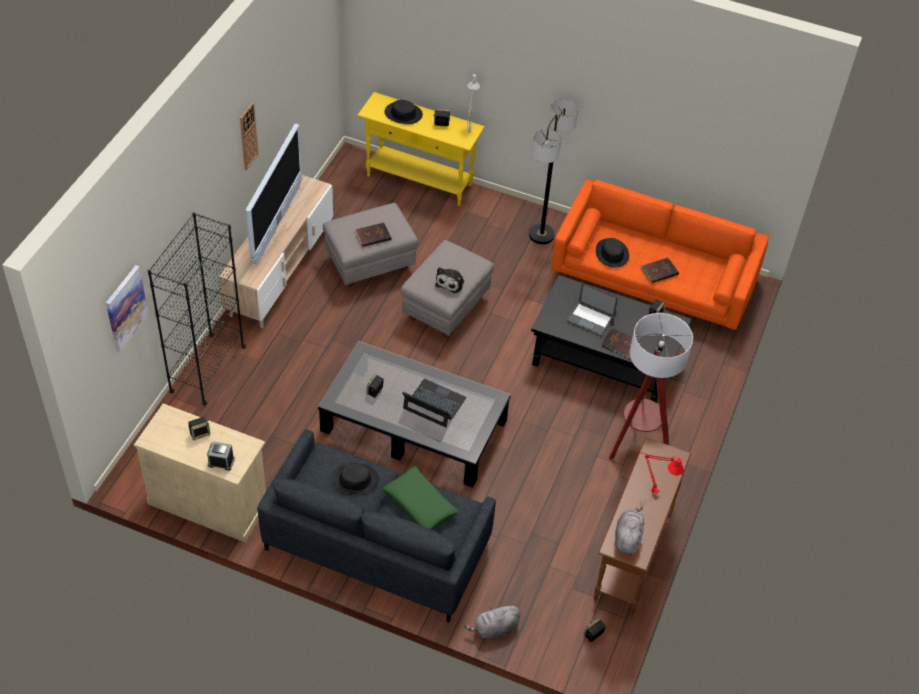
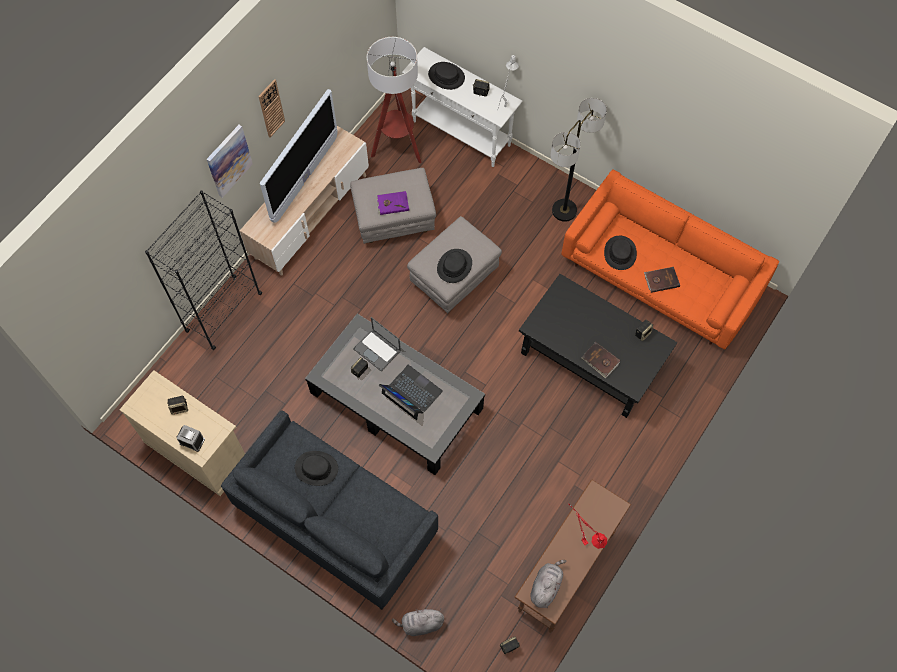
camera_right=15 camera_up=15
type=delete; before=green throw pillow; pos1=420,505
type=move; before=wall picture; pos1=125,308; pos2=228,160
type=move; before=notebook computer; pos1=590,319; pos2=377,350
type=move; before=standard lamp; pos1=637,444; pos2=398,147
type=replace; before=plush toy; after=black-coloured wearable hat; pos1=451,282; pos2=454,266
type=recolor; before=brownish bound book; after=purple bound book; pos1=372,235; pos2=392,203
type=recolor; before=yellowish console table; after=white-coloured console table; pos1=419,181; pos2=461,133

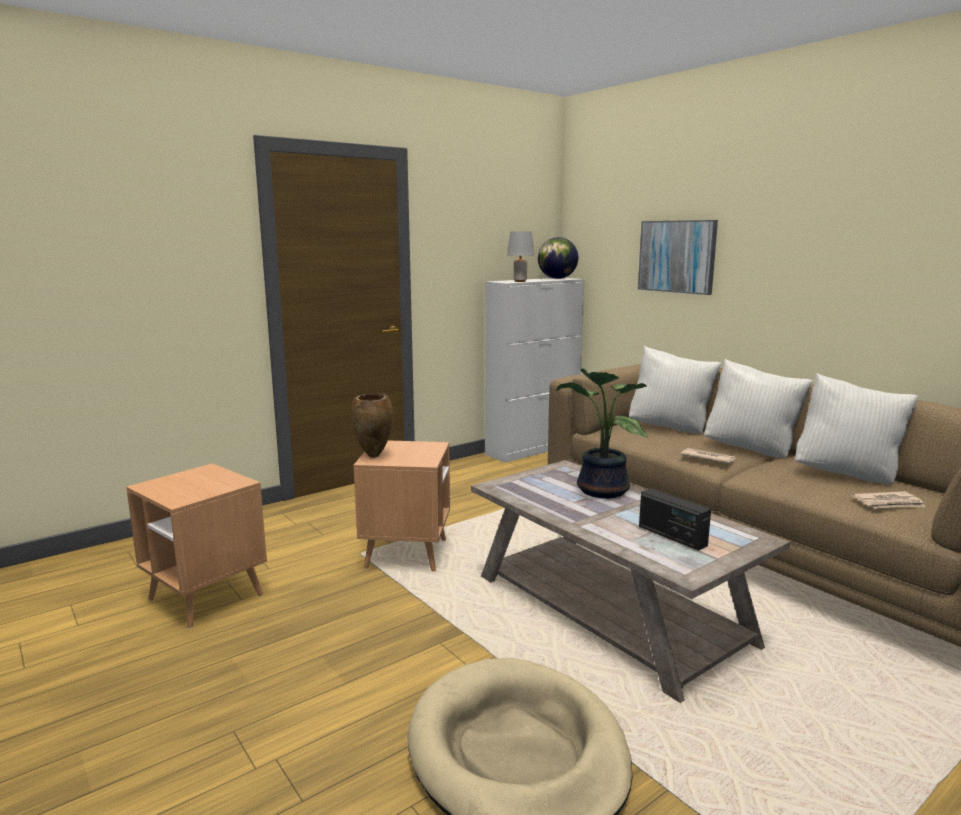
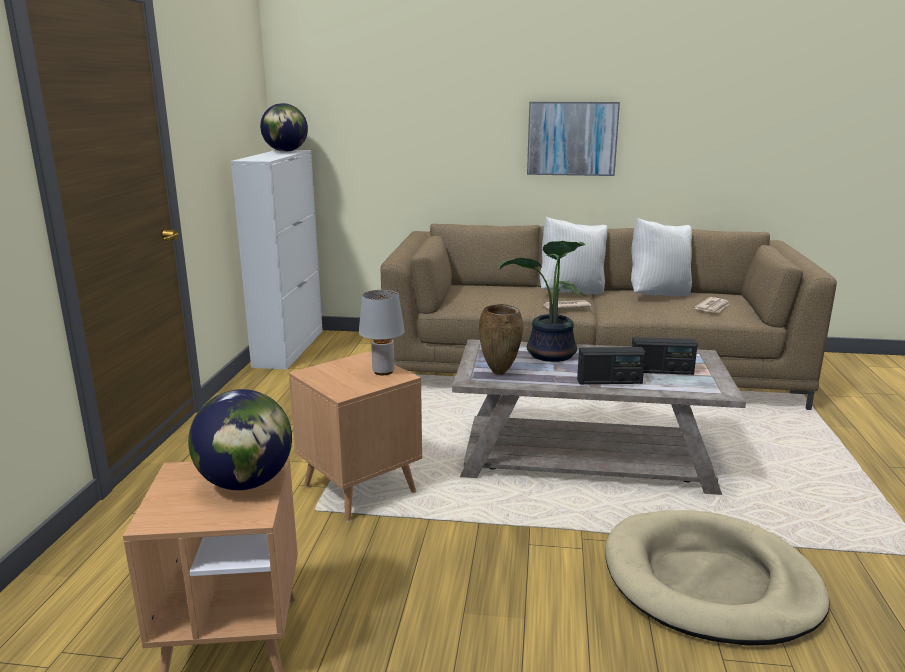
camera_right=-45 camera_up=5
type=delete; before=white-coloured throw pillow; pos1=670,428
type=insert; after=desk globe; pos2=246,483
type=insert; after=radio; pos2=609,381
type=move; before=brownish decorative vase; pos1=374,456; pos2=500,373
type=move; before=grey tabletop lamp; pos1=519,281; pos2=383,372
type=move; before=wall picture; pos1=677,256; pos2=572,138

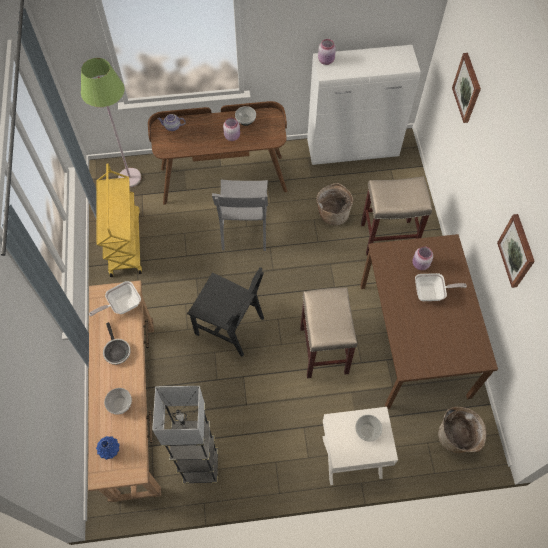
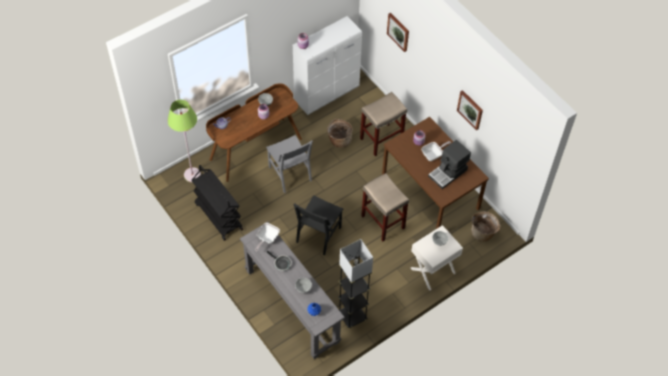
camera_right=-30 camera_up=-5
type=insert; after=coffee maker; pos2=448,173
type=recolor; before=brownish console table; after=grey console table; pos1=134,407; pos2=292,305
type=recolor; before=yellowish trolley; after=black-coloured trolley; pos1=124,242; pos2=218,216
type=rotate; before=black-coloured upright chair; pos1=229,326; pos2=318,234; turn=120

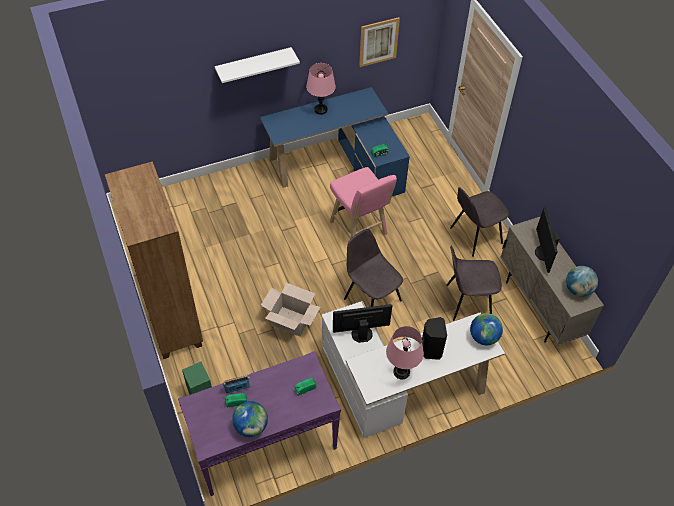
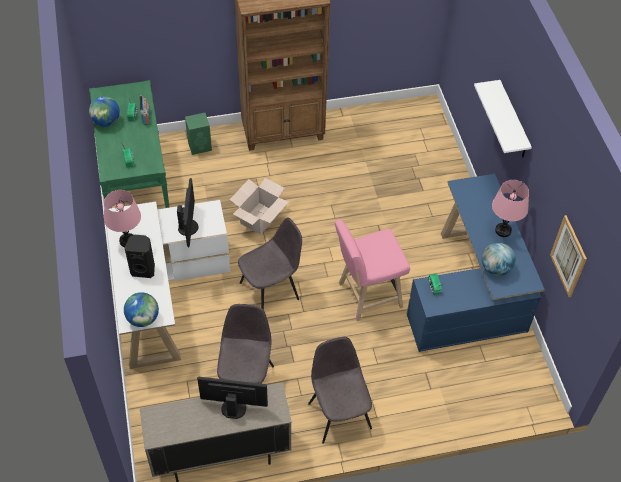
camera_right=100 camera_up=0
type=move; before=desk globe; pos1=577,290; pos2=495,268
type=recolor; before=purple console table; after=green console table; pos1=264,445; pos2=136,184

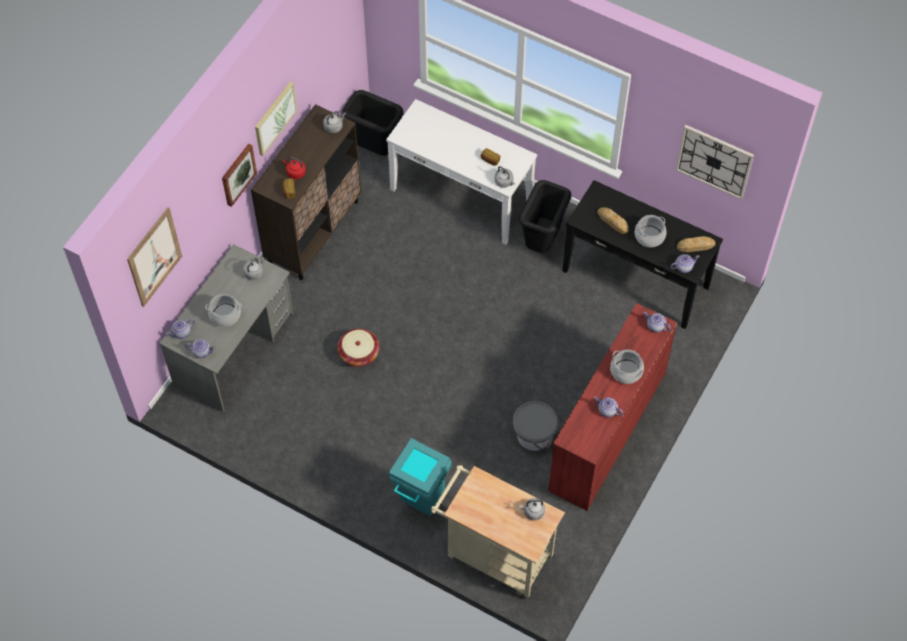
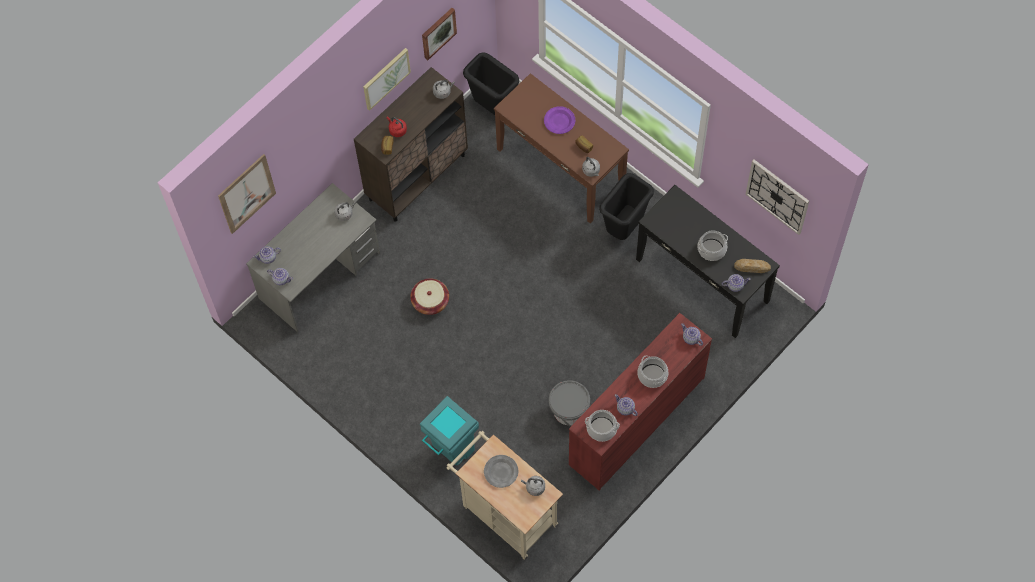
camera_right=15 camera_up=5
type=delete; before=bread; pos1=612,221
type=insert; after=grey dinner plate; pos2=500,472
type=insert; after=purple dinner plate; pos2=559,121
type=move; before=cooking pot; pos1=225,315; pos2=601,428
type=move; before=wall picture; pos1=237,174; pos2=438,32
type=recolor; before=white-coloured console table; after=brownish console table; pos1=461,196; pos2=561,168

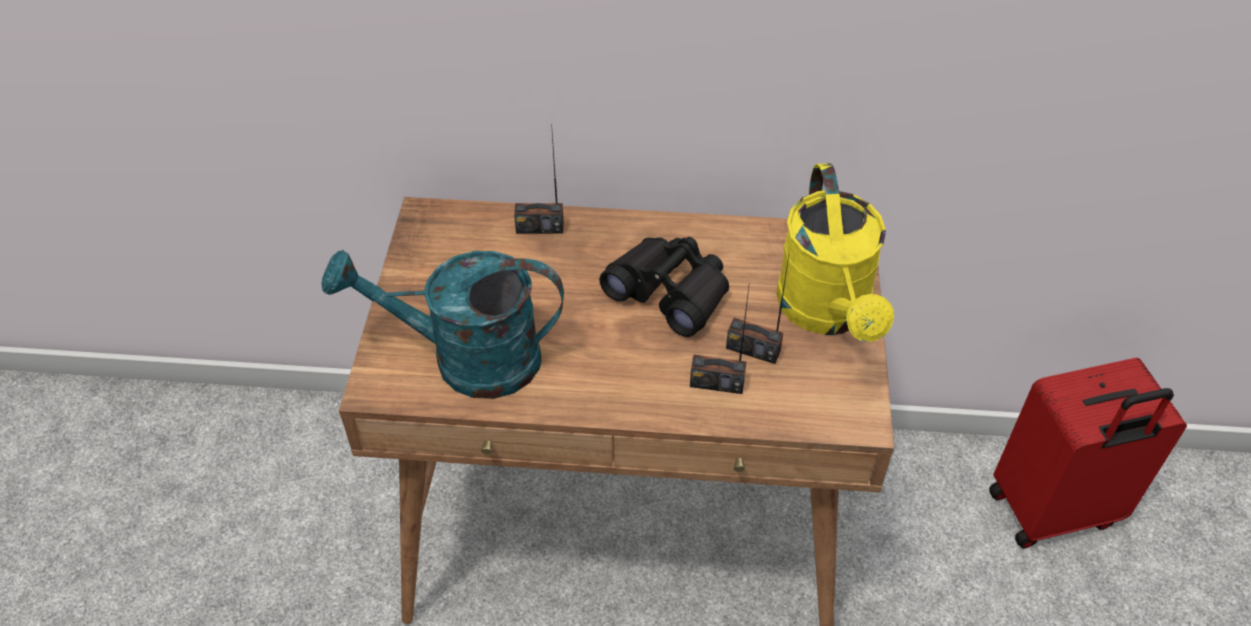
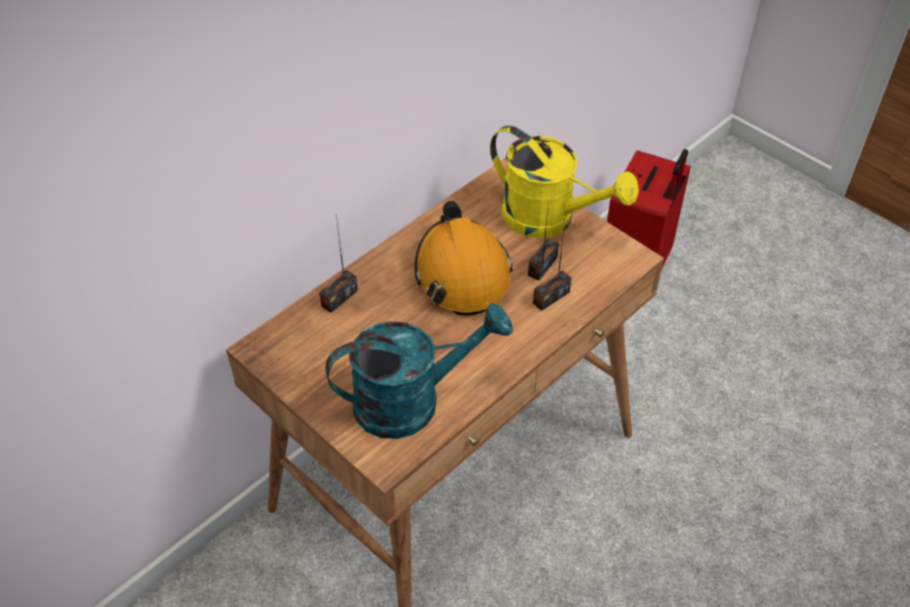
camera_right=-50 camera_up=0
type=replace; before=black-coloured pair of binoculars; after=orangey safety helmet; pos1=670,292; pos2=462,273
type=rotate; before=turquoise-coloured watering pot; pos1=467,359; pos2=412,400; turn=-150
type=rotate; before=radio; pos1=753,349; pos2=543,266; turn=150

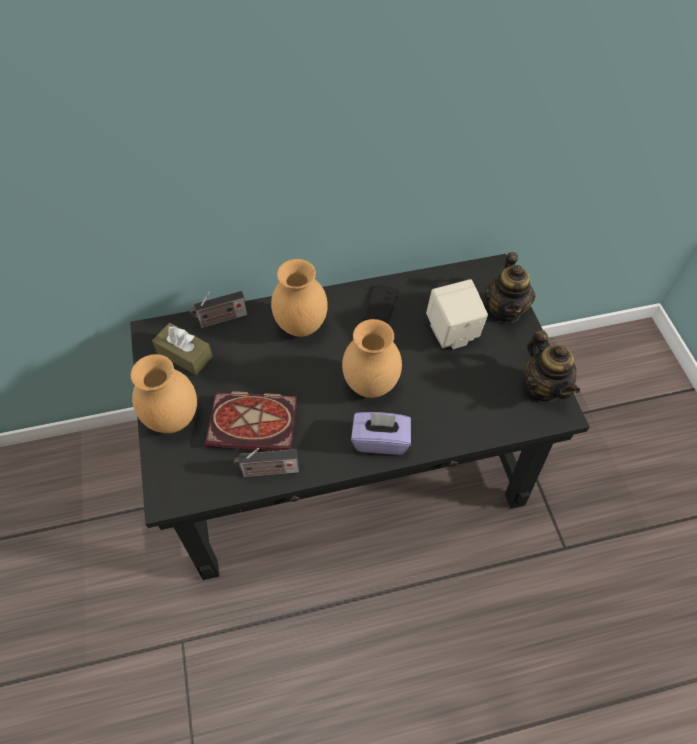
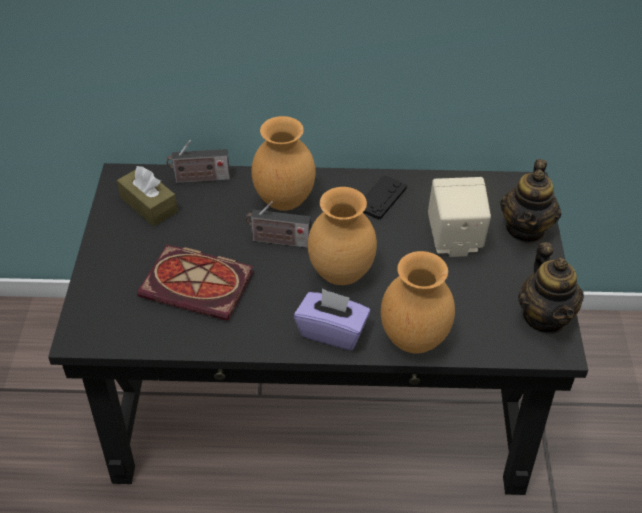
camera_right=15 camera_up=-10
type=move; before=brownish decorative vase; pos1=174,418; pos2=414,339
type=move; before=radio; pos1=268,471; pos2=278,241

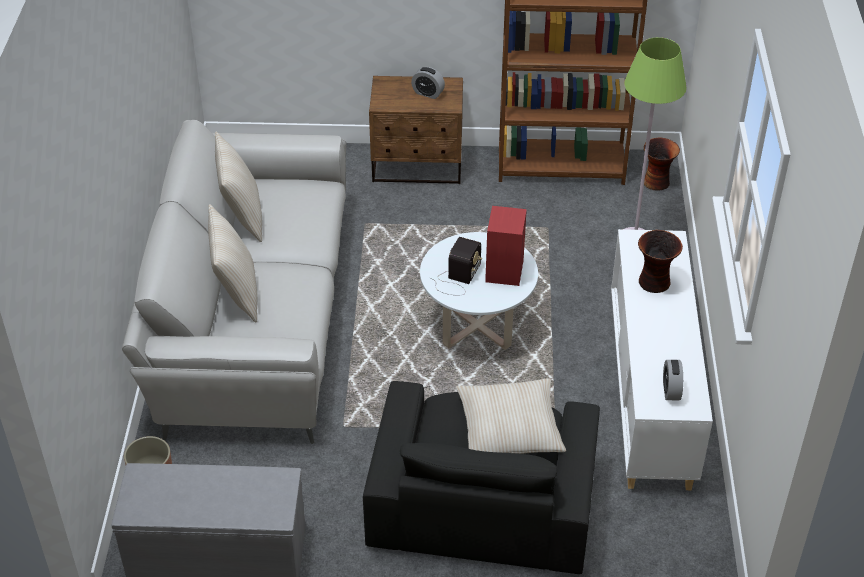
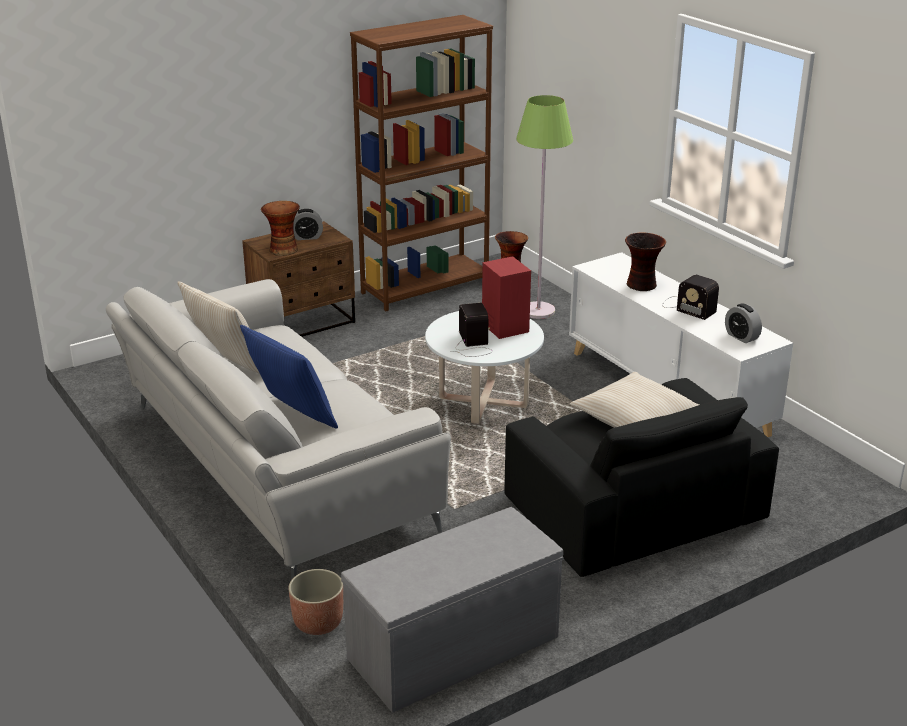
camera_right=-35 camera_up=-15
type=insert; after=decorative vase; pos2=282,250
type=insert; after=radio; pos2=687,307
type=recolor; before=beige throw pillow; after=blue-coloured throw pillow; pos1=237,293; pos2=292,417

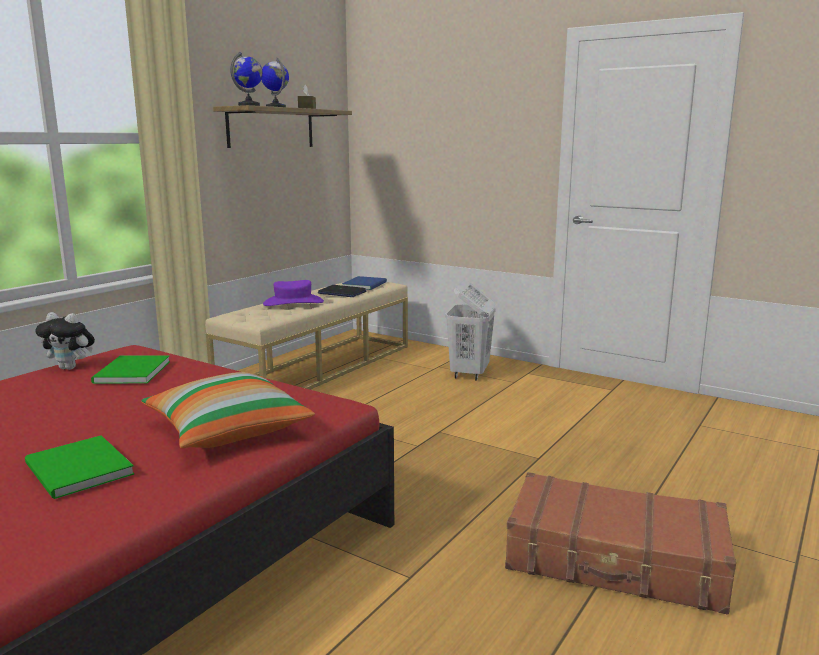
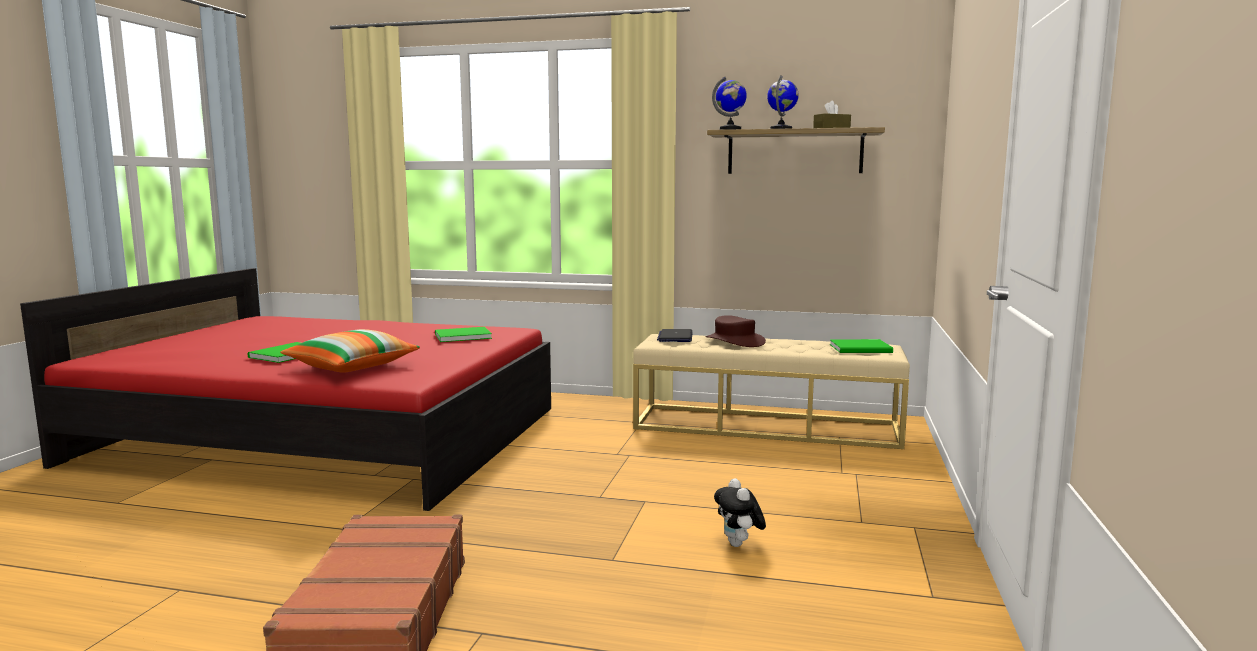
camera_right=70 camera_up=-5
type=delete; before=white-coloured hamper; pos1=469,374
type=move; before=plush toy; pos1=71,368; pos2=739,545
type=move; before=notebook computer; pos1=341,292; pos2=675,337
type=recolor; before=purple wearable hat; after=brownish wearable hat; pos1=293,303; pos2=734,341
type=recolor; before=blue-coloured bound book; after=green bound book; pos1=366,284; pos2=862,349

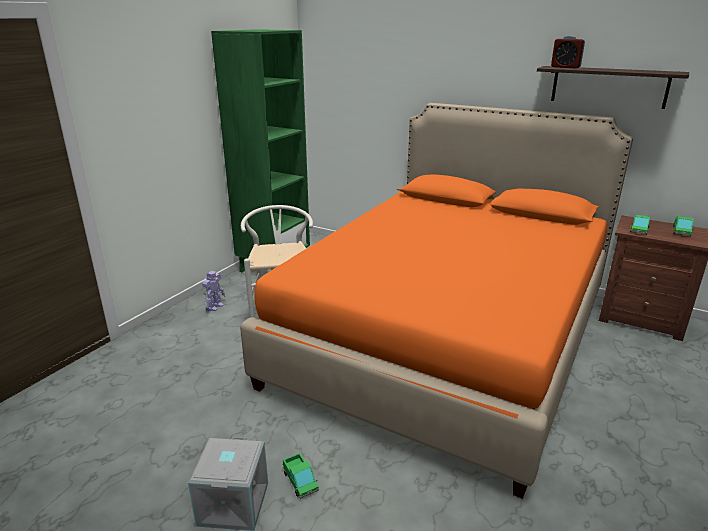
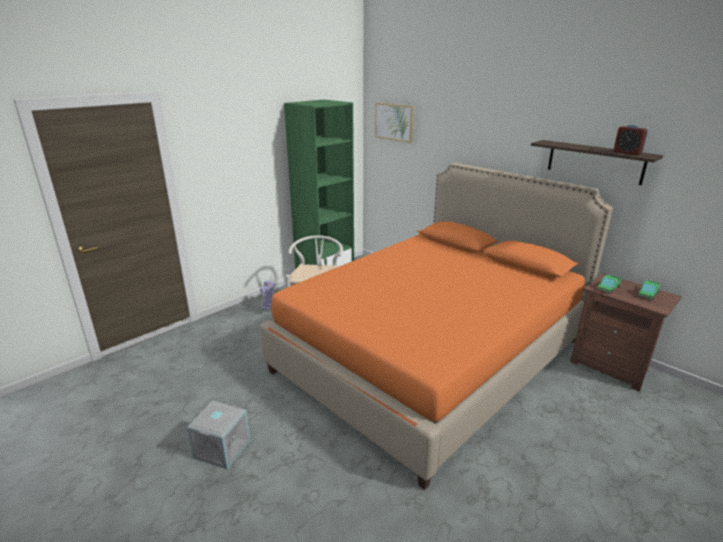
camera_right=15 camera_up=0
type=delete; before=toy lorry; pos1=300,481
type=insert; after=wall picture; pos2=394,122
type=move; before=alarm clock; pos1=565,67; pos2=627,153

